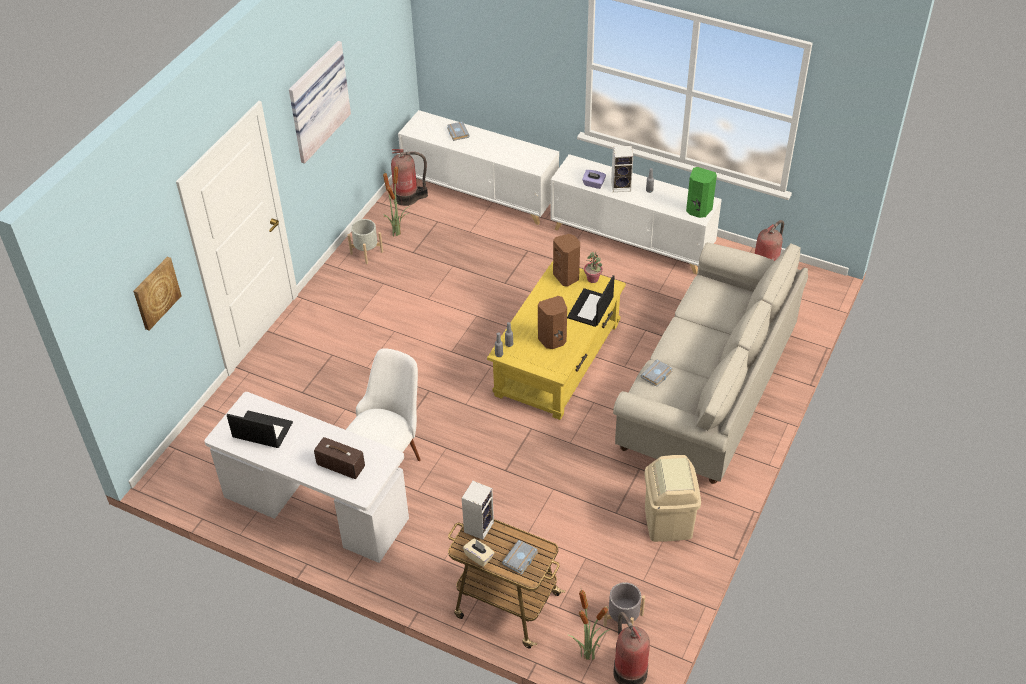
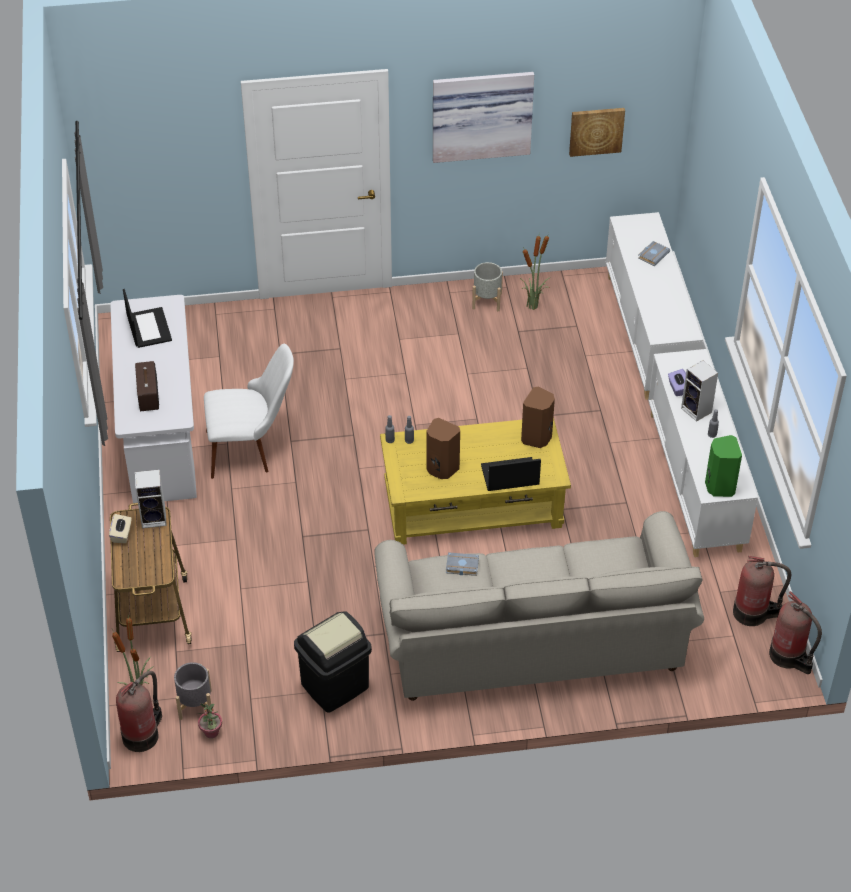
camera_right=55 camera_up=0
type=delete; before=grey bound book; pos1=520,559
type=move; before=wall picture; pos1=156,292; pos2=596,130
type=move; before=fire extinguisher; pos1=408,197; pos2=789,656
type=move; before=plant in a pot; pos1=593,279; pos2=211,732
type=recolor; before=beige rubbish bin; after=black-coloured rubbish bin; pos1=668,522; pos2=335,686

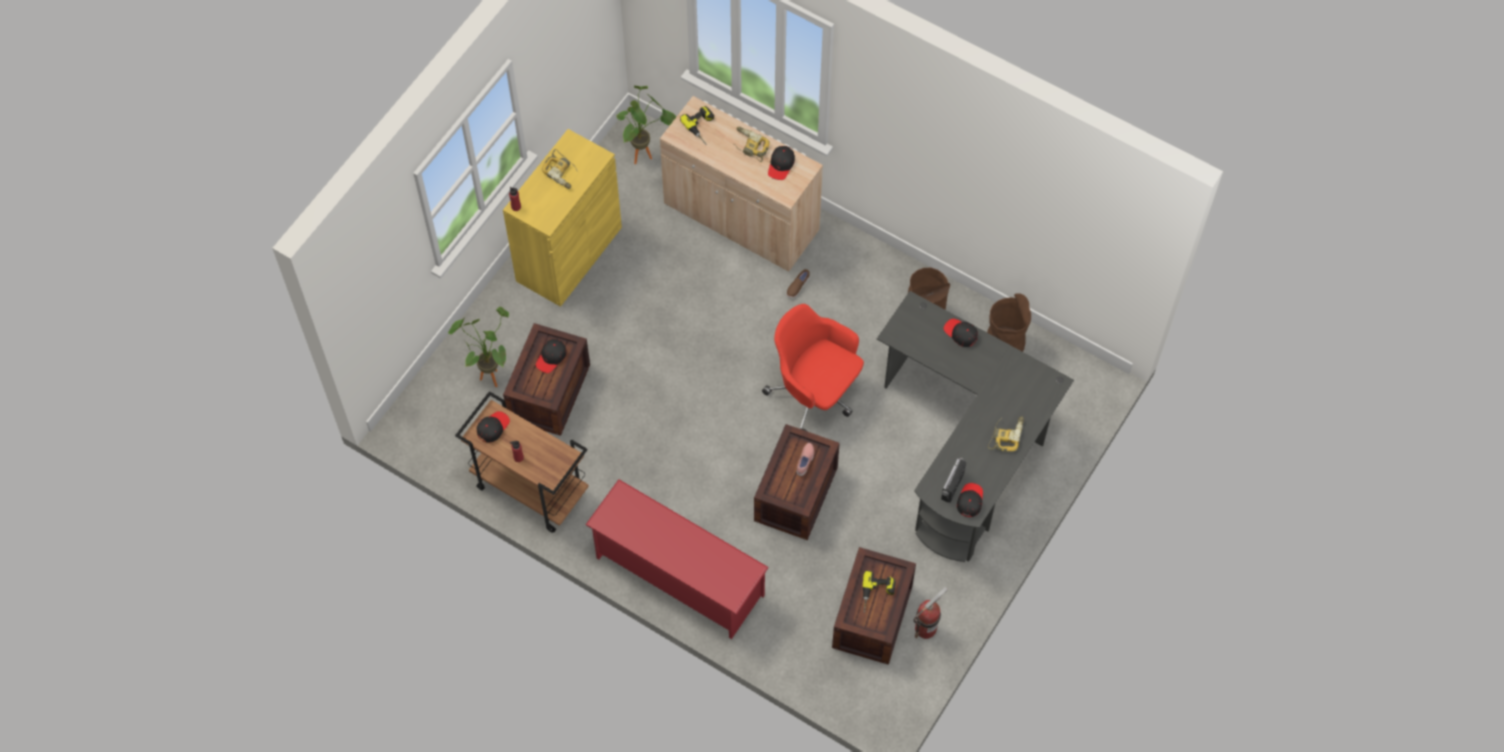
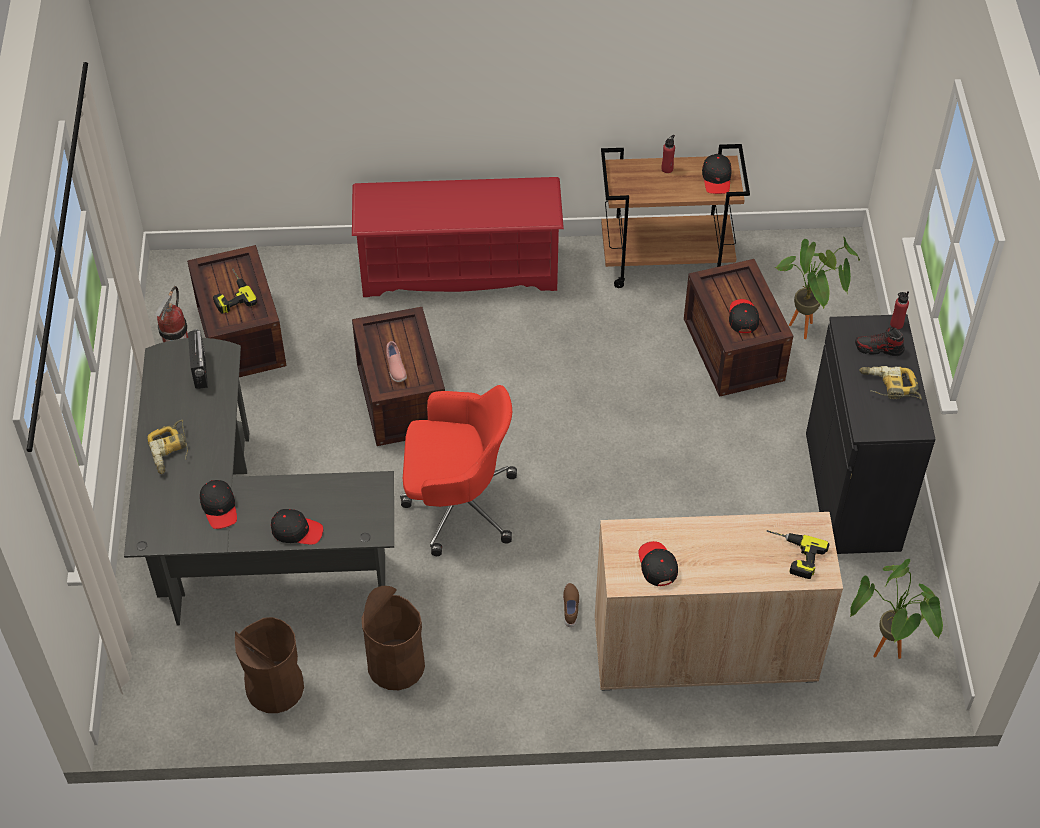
camera_right=145 camera_up=-10
type=delete; before=electric drill; pos1=749,146
type=insert; after=shoe; pos2=878,349
type=move; before=black-coloured peaked cap; pos1=970,501; pos2=219,507
type=recolor; before=yellowish cabinet; after=black-coloured cabinet; pos1=569,254; pos2=852,491

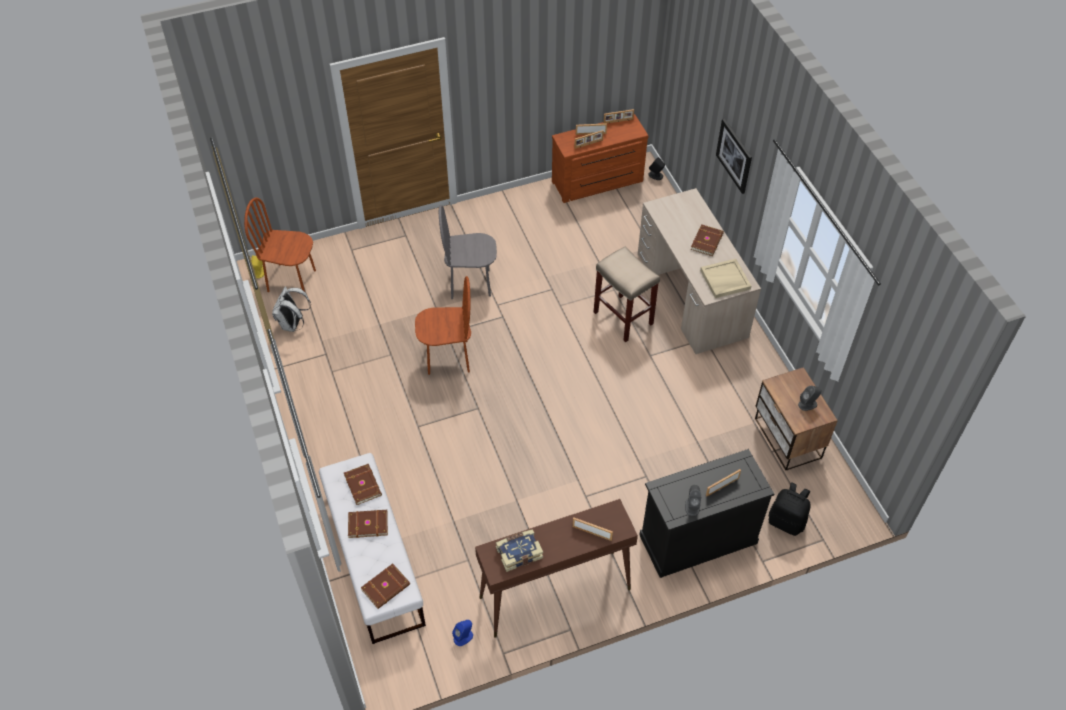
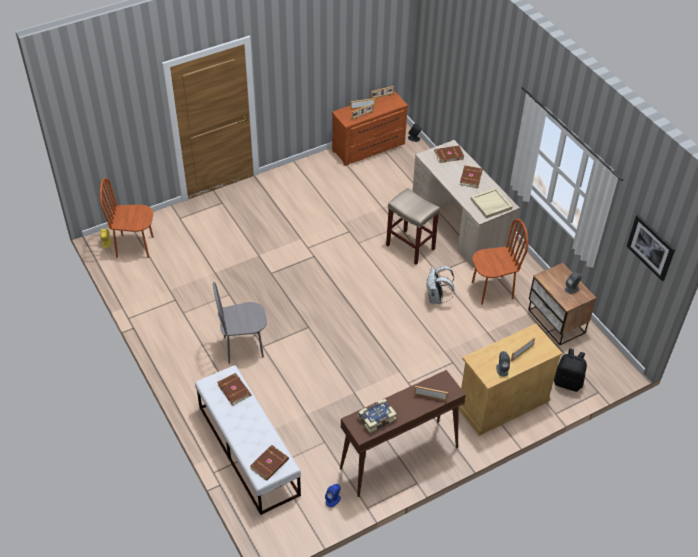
camera_right=-10 camera_up=-5
type=move; before=white-coloured backpack; pos1=293,324; pos2=436,298
type=move; before=brownish bound book; pos1=367,524; pos2=448,155
type=move; before=brownish upright chair; pos1=448,358; pos2=492,290
type=move; before=grey upright chair; pos1=470,283; pos2=243,347
type=move; before=wall picture; pos1=734,155; pos2=651,247
type=recolor; before=black-coloured cabinet; after=beige cabinet; pos1=697,539; pos2=502,403

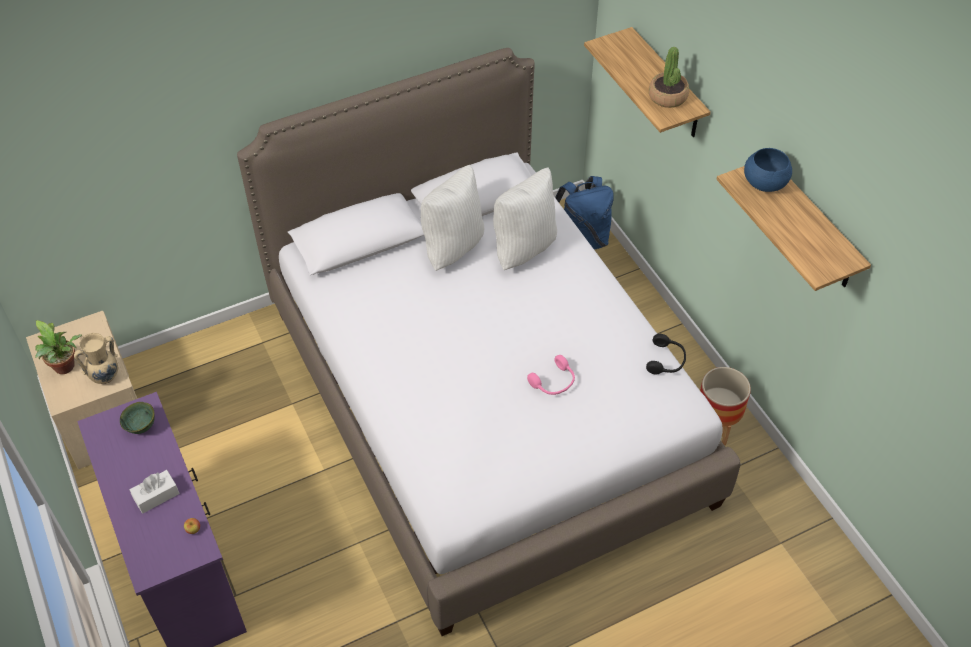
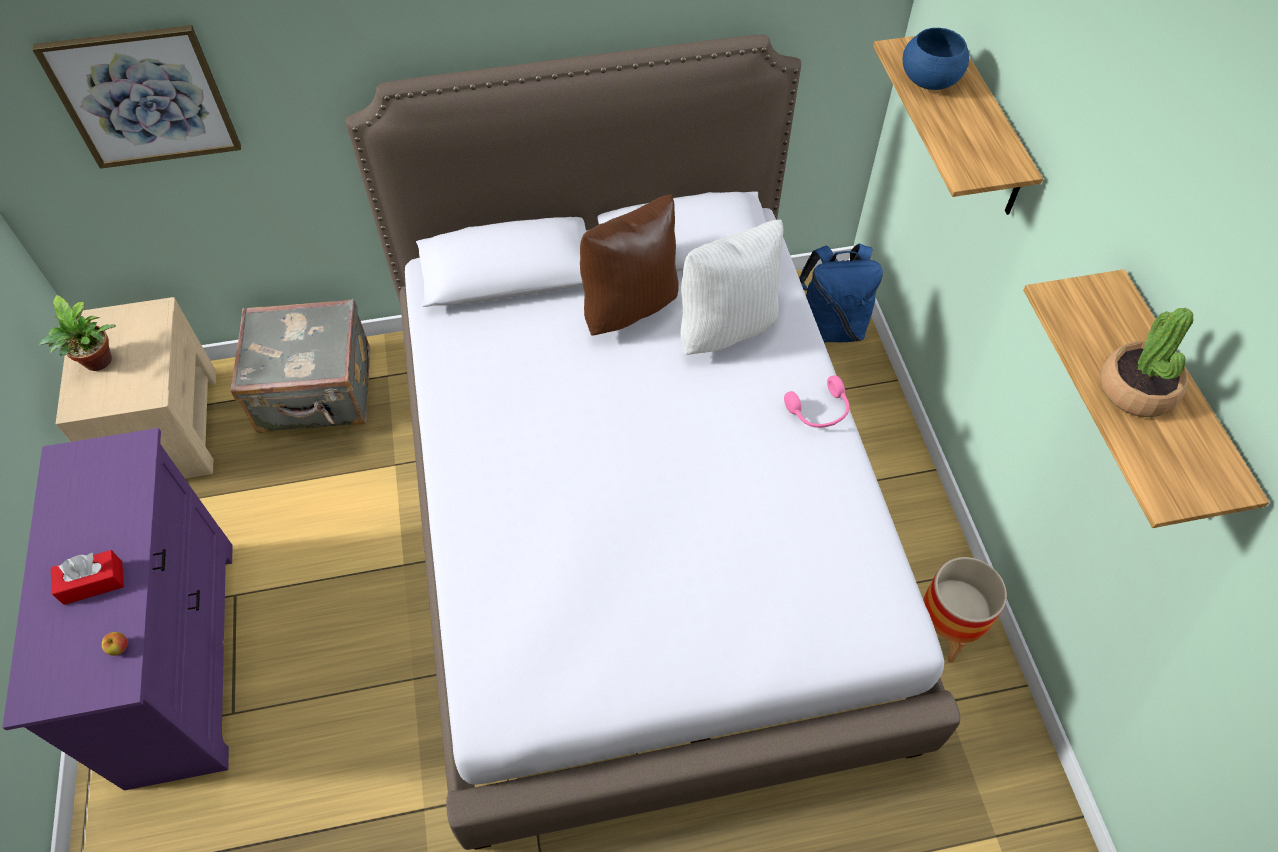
camera_right=15 camera_up=5
type=delete; before=beige decorative vase; pos1=106,377
type=delete; before=green bowl; pos1=142,427
type=delete; before=black-coloured pair of headphones; pos1=666,360
type=insert; after=wall picture; pos2=143,97
type=insert; after=grey suitcase; pos2=316,393
type=move; before=pinkish pair of headphones; pos1=554,382; pos2=819,411
type=move; before=plant in a pot; pos1=668,96; pos2=1136,389
type=move; before=blue-coloured bowl; pos1=764,184; pos2=929,81
type=recolor; before=white-coloured tissue holder; after=red-coloured tissue holder; pos1=156,496; pos2=93,582
type=recolor; before=white-coloured throw pillow; after=brownish throw pillow; pos1=452,247; pos2=630,305

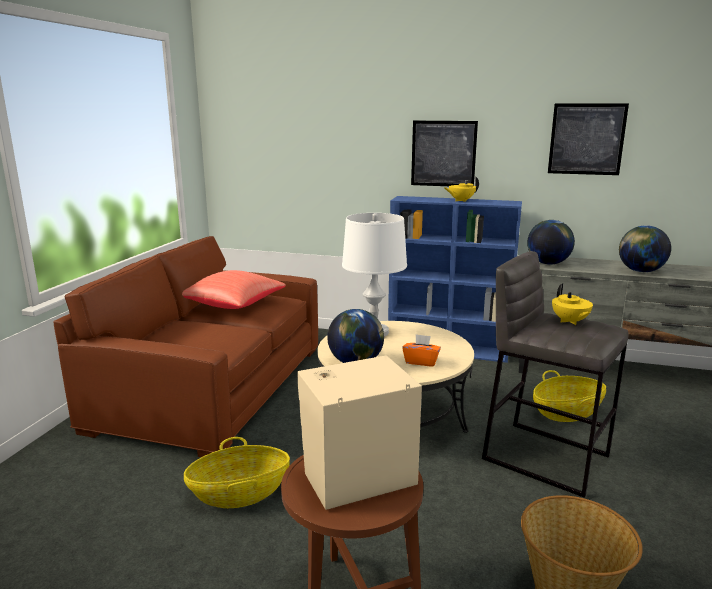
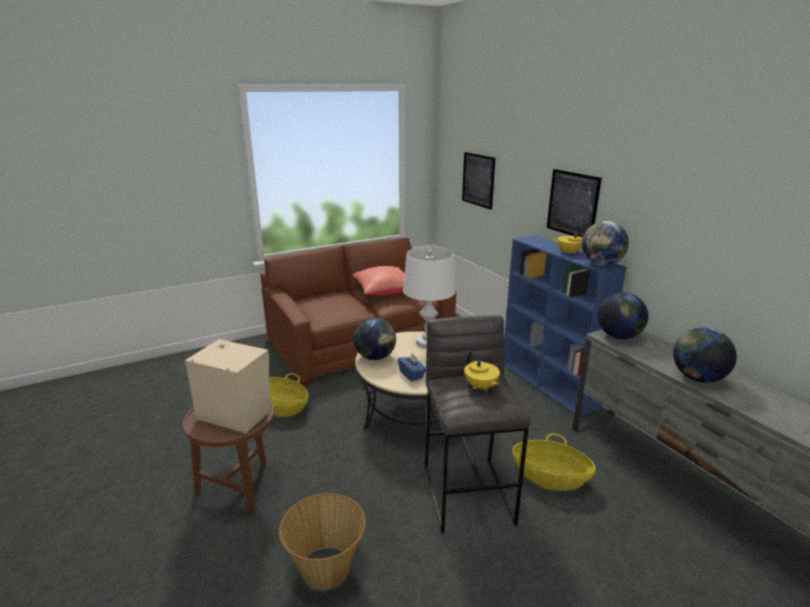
camera_right=45 camera_up=5
type=insert; after=desk globe; pos2=601,264
type=move; before=wall picture; pos1=586,139; pos2=478,180
type=recolor; before=orangey tissue holder; after=blue-coloured tissue holder; pos1=421,362; pos2=411,374
type=rotate; before=yellowish tea pot; pos1=570,321; pos2=480,387; turn=-60

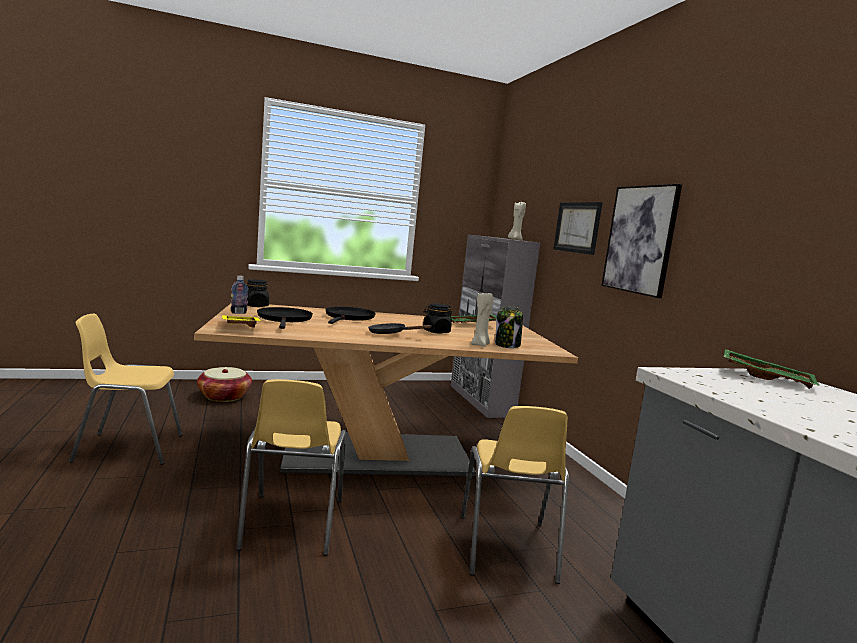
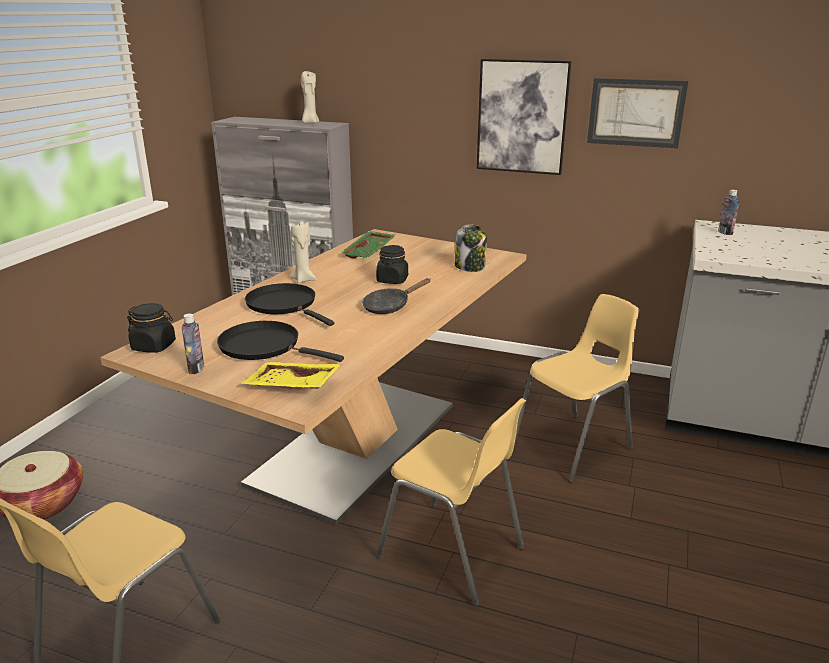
camera_right=-50 camera_up=15
type=move; before=beige candle; pos1=480,345; pos2=303,280
type=move; before=wall picture; pos1=577,227; pos2=636,112
type=replace; before=green carrying tray; after=drink bottle; pos1=766,378; pos2=725,233
type=rotate; before=yellowish upright chair; pos1=506,548; pos2=573,446; turn=-75

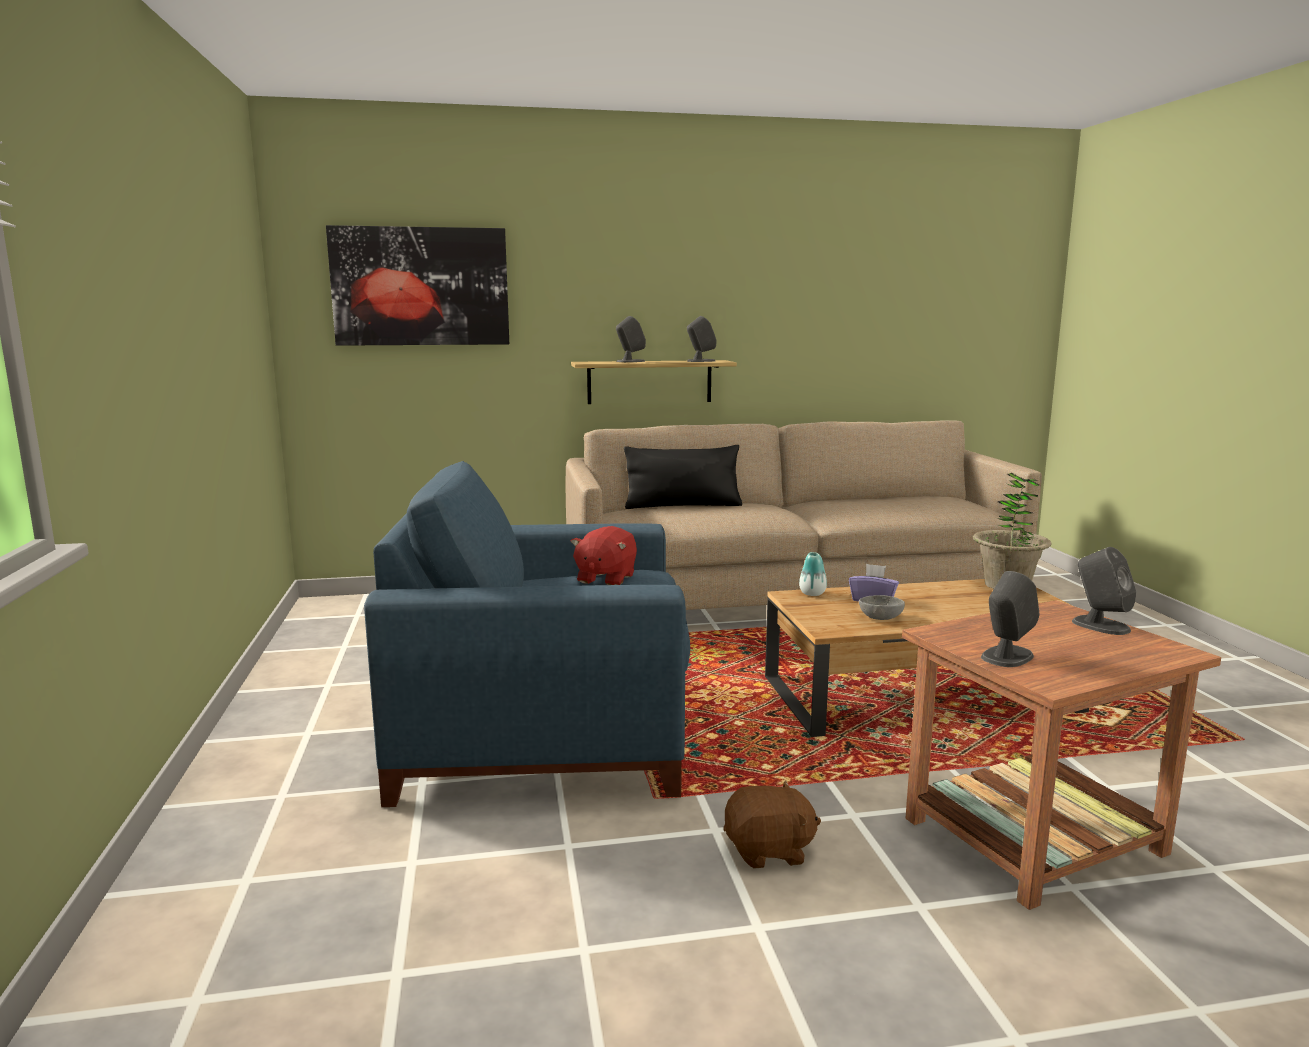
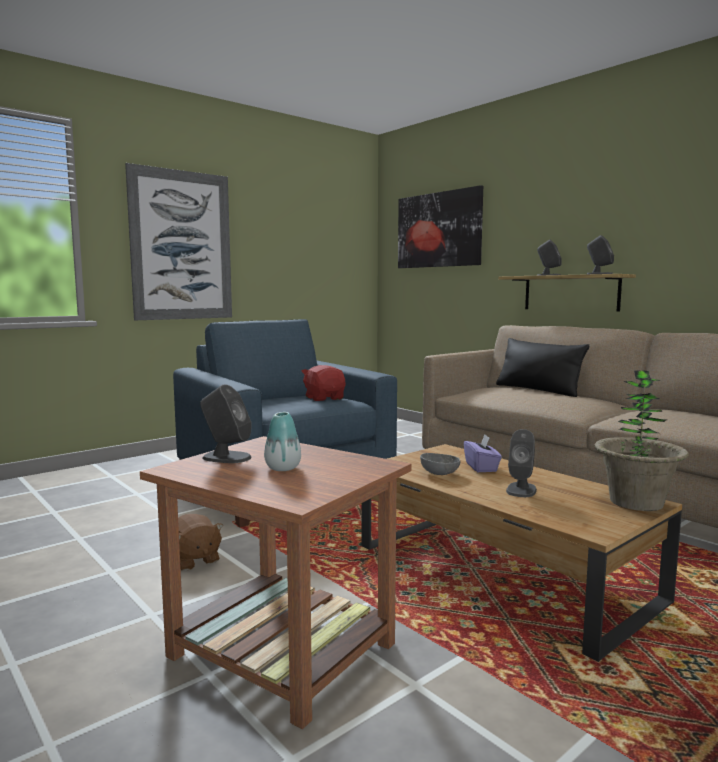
camera_right=60 camera_up=-5
type=insert; after=wall picture; pos2=182,246
type=move; before=decorative vase; pos1=812,593; pos2=283,468
type=move; before=grey audio speaker; pos1=1100,625; pos2=521,490
type=rotate; before=red-coloured plush toy; pos1=605,578; pos2=324,398; turn=75

